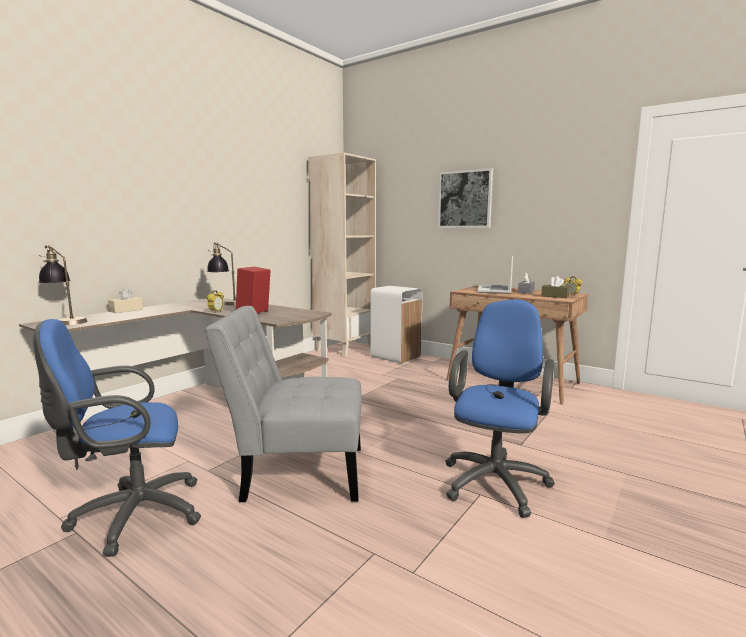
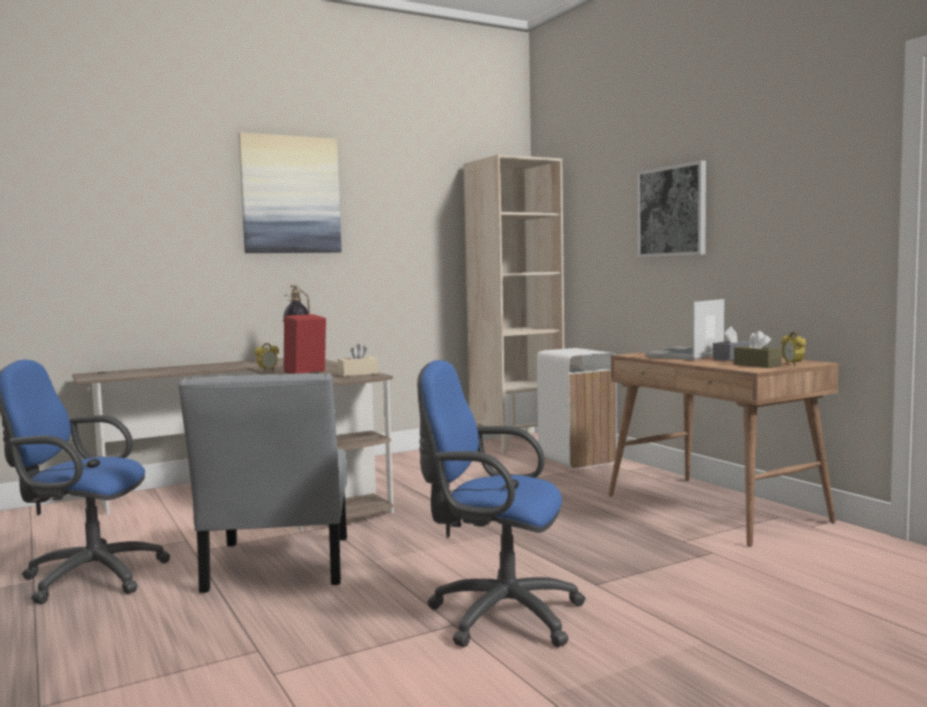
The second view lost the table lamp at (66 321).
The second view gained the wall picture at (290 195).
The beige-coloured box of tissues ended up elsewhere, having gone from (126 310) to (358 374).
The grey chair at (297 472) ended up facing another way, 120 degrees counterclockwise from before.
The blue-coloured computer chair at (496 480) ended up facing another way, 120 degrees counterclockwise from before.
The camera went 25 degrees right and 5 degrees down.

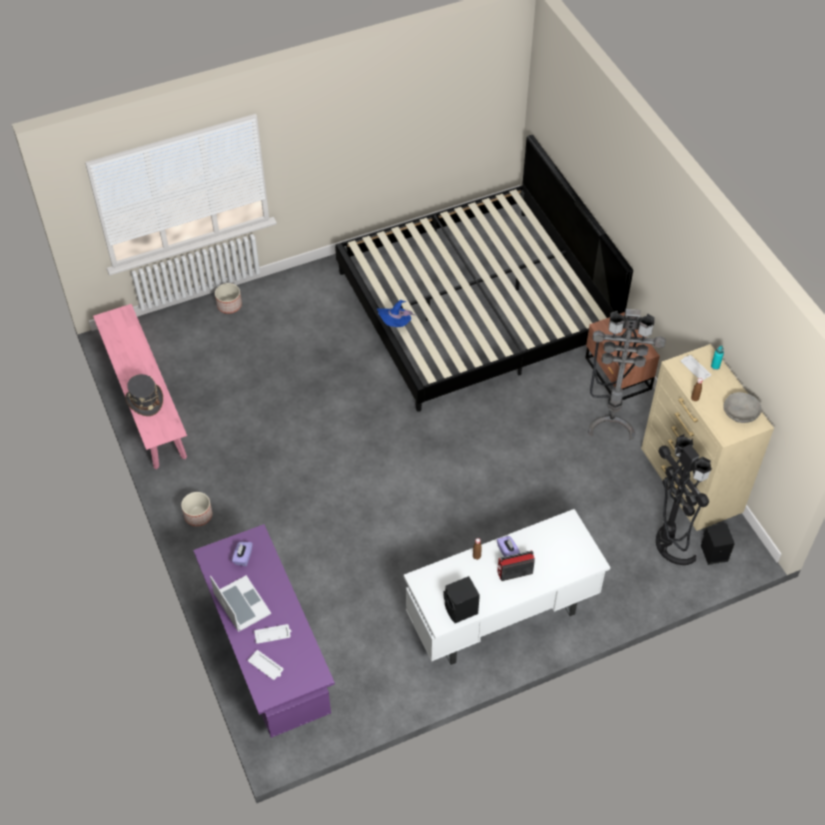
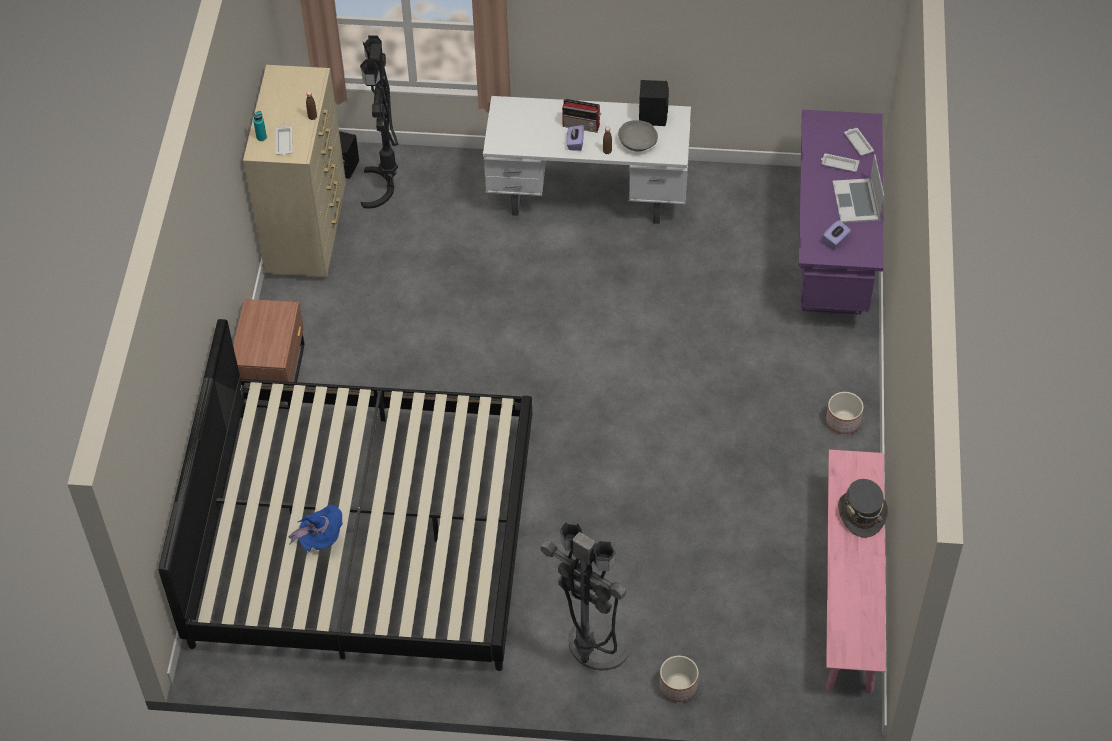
The blue-coloured hat ended up elsewhere, having gone from (395 324) to (321 538).
The grey floor lamp ended up elsewhere, having gone from (611 422) to (587 658).
The grey bowl ended up elsewhere, having gone from (740 413) to (637 143).
The camera went 150 degrees left and 0 degrees up.

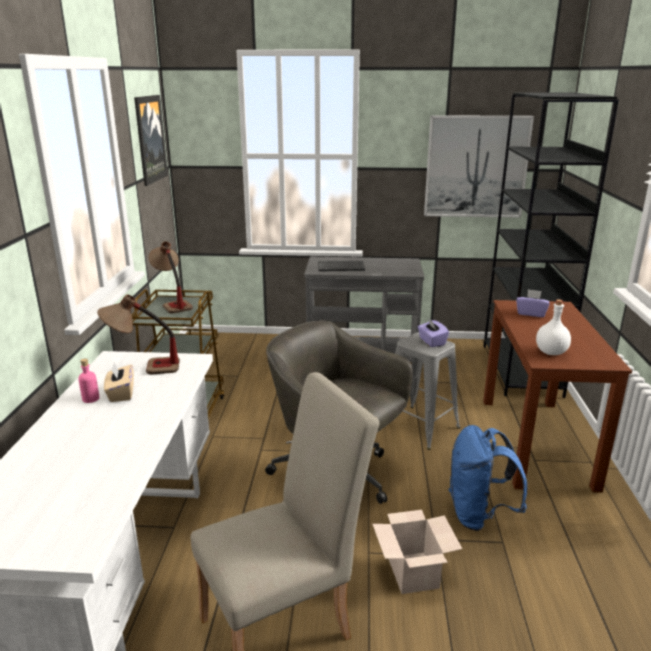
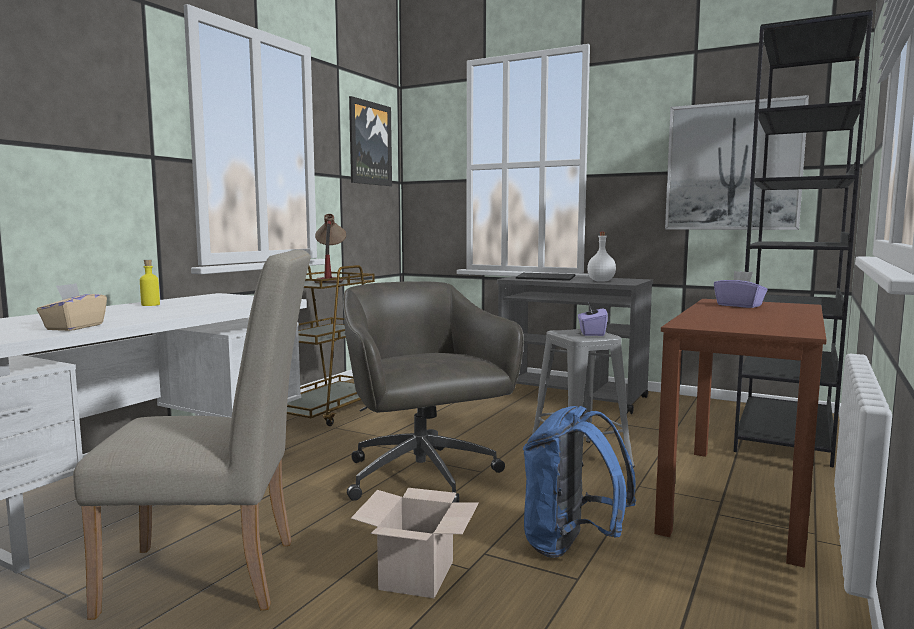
The second view lost the table lamp at (143 368).
The beige-coloured box of tissues ended up elsewhere, having gone from (121 393) to (74 327).
The white beverage bottle ended up elsewhere, having gone from (550 352) to (600 281).
What was the pink-coloured beverage bottle at (91 399) turned into the yellowish beverage bottle at (150 305).
The camera went 25 degrees right and 15 degrees down.

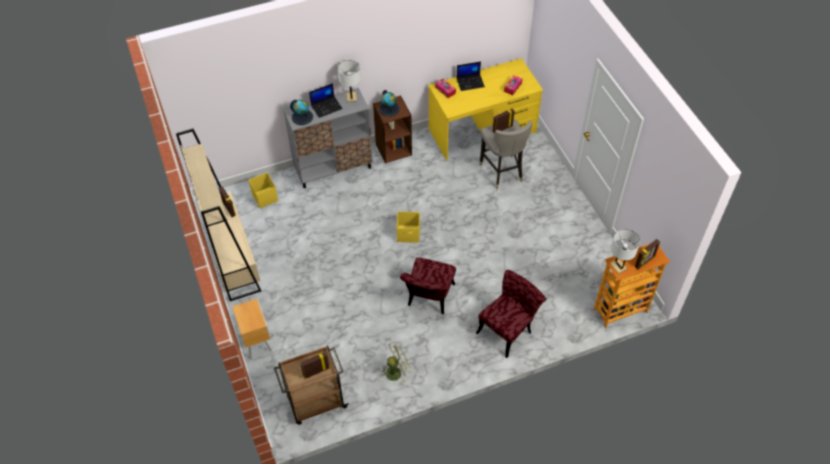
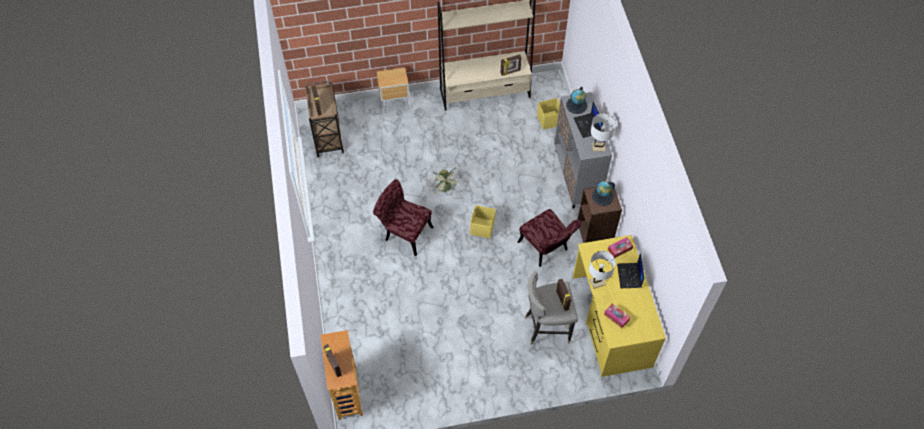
The greenish cooling fan ended up elsewhere, having gone from (396 371) to (446 189).
The reddish chair ended up elsewhere, having gone from (508 329) to (546 249).
The white table lamp ended up elsewhere, having gone from (618 266) to (597 282).
The camera went 100 degrees right and 5 degrees up.

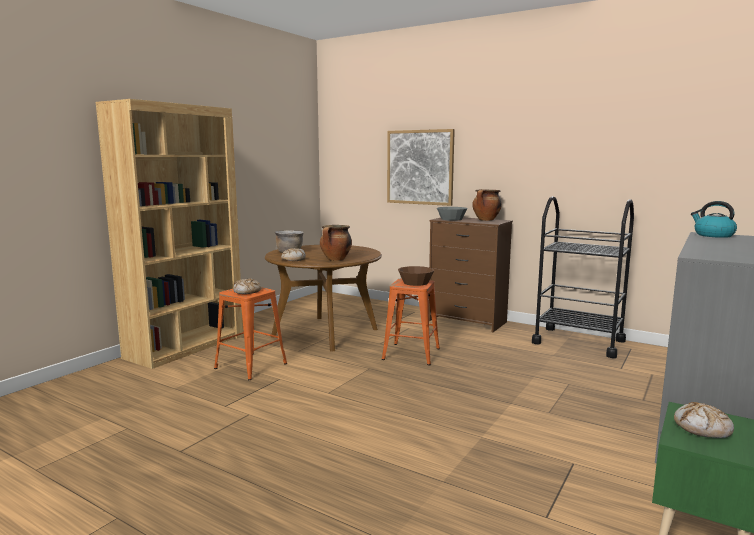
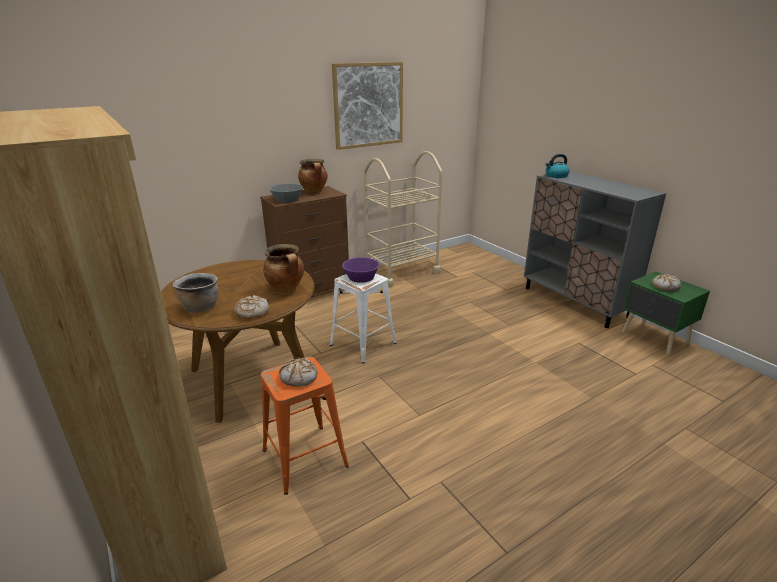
The wall picture ended up elsewhere, having gone from (420 167) to (368 105).
What was the orangey stool seat at (412 354) turned into the white stool seat at (363 343).
What was the brown bowl at (415 283) turned into the purple-coloured bowl at (361 277).
What was the black trolley at (578 342) turned into the beige-coloured trolley at (401 271).
The camera went 65 degrees left and 15 degrees up.

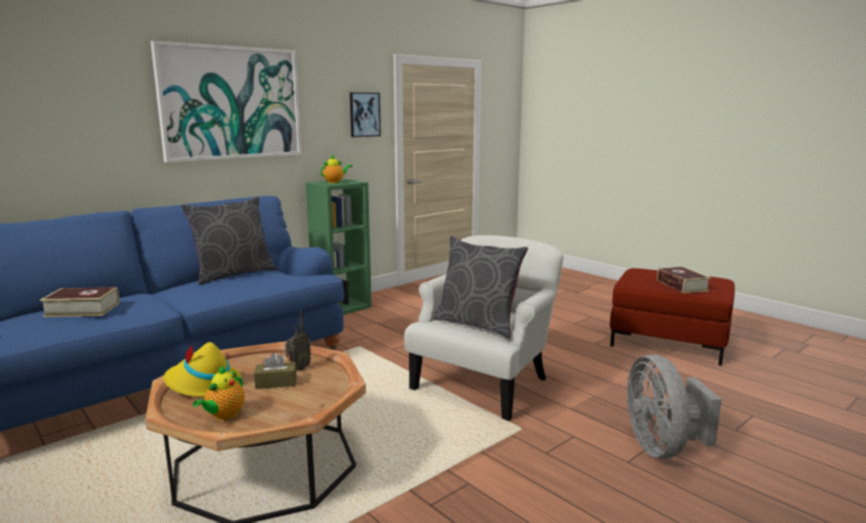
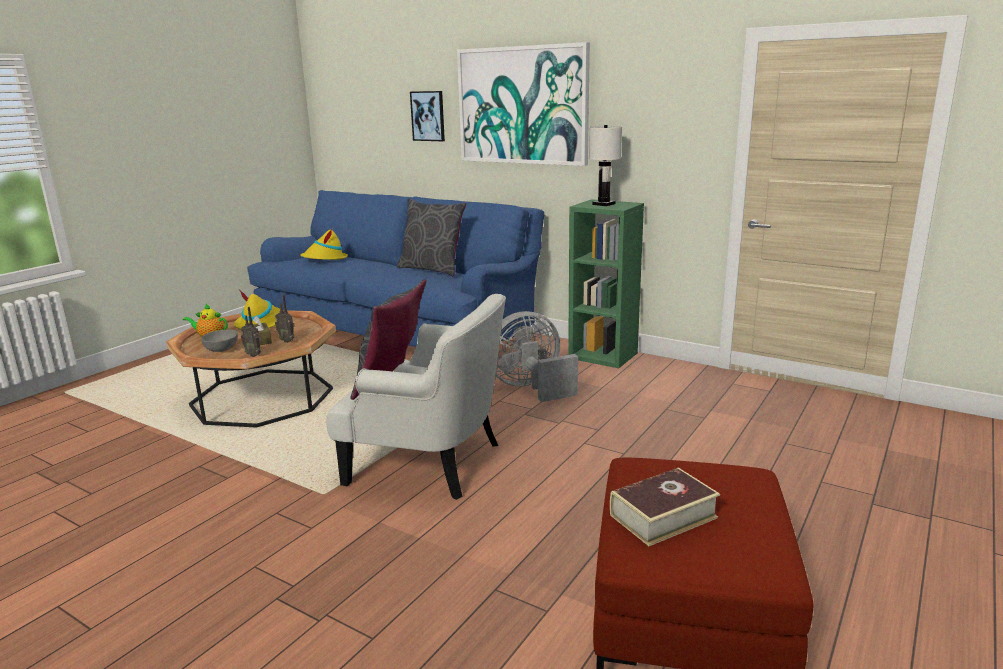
The second view gained the grey bowl at (222 350).
The second view gained the radio at (254 355).
The wall picture ended up elsewhere, having gone from (364 114) to (428 116).
The grey cooling fan ended up elsewhere, having gone from (662 447) to (531 388).
Where the book stood at (82 310), the yellowish hat came to stand at (325 259).
Where the pot for tea stood at (335 182), the white table lamp came to stand at (603 204).
The camera went 75 degrees right and 5 degrees up.

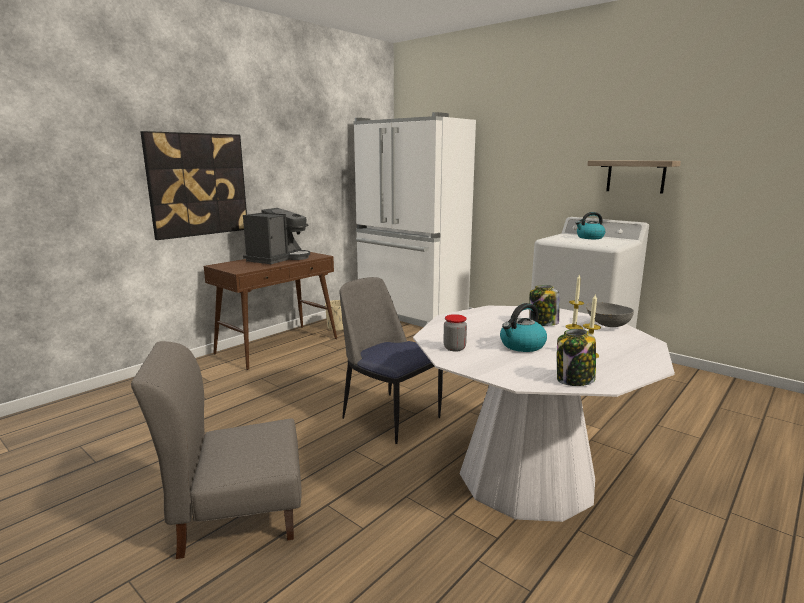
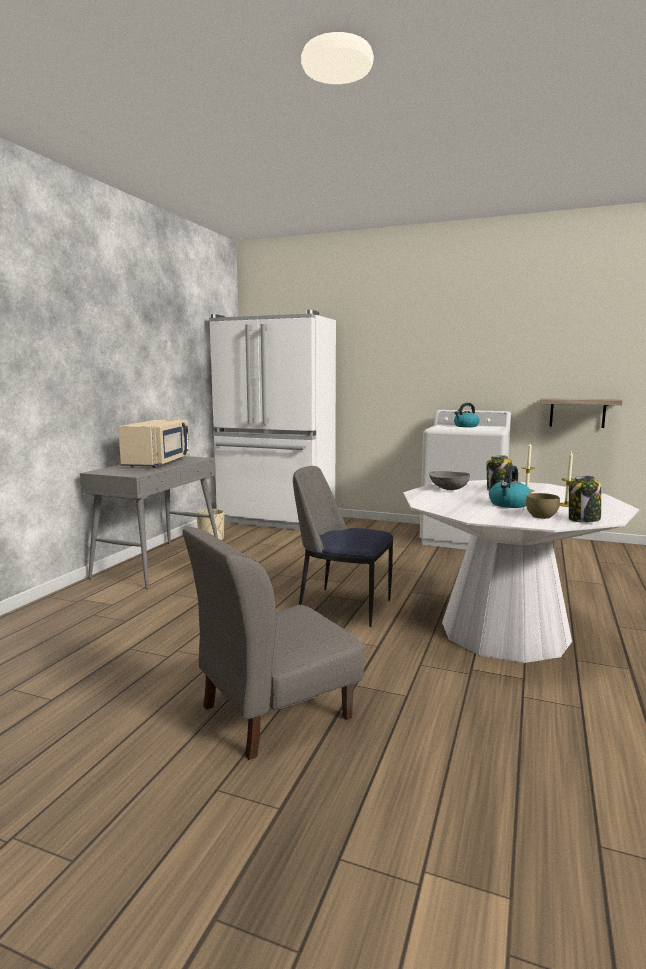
The second view lost the wall picture at (197 184).
The second view lost the storage jar at (454 348).
The second view gained the brown bowl at (541 517).
The grey bowl ended up elsewhere, having gone from (607 325) to (448 489).
The shelf ended up elsewhere, having gone from (635 176) to (577 413).
Where the coffee machine stood at (278 259), the beige-coloured kitchen microwave came to stand at (158 463).
What was the brown console table at (278 346) turned into the grey console table at (159 562).
The camera went 20 degrees left and 5 degrees down.

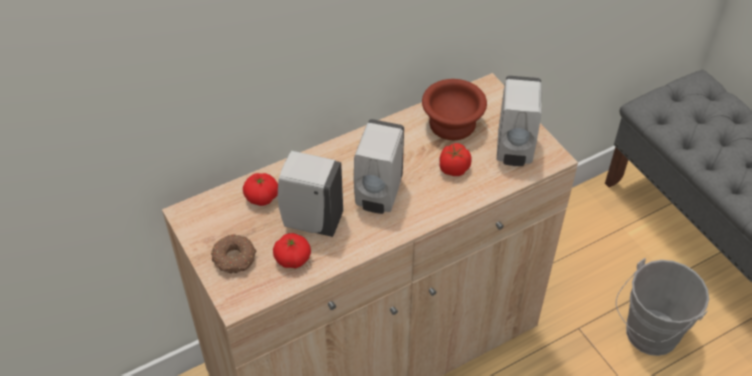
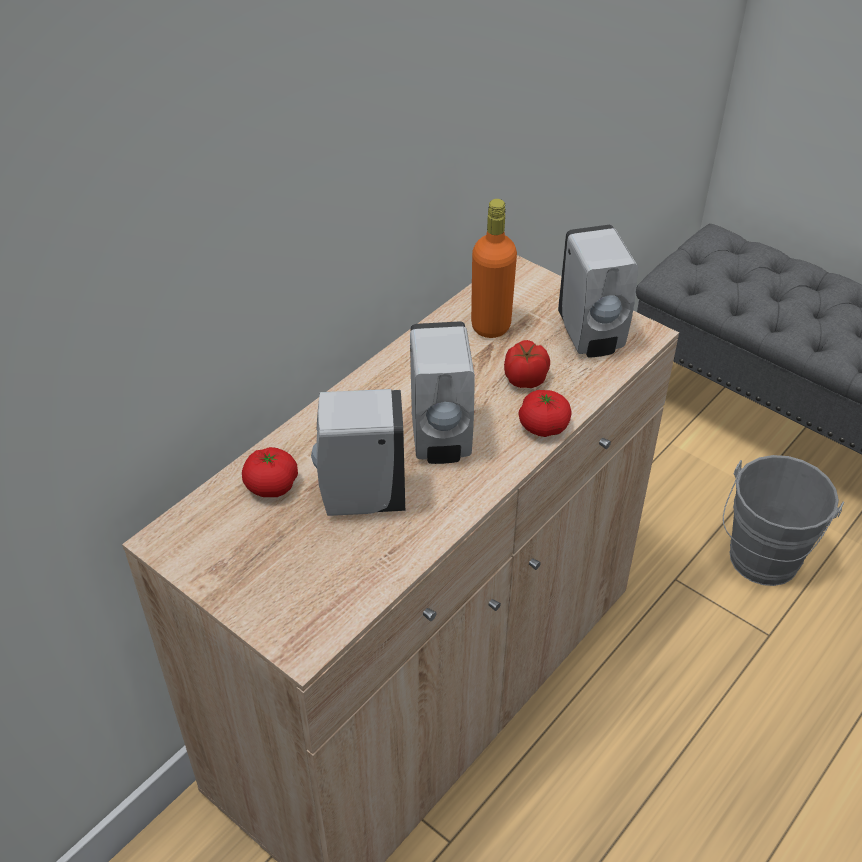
The second view lost the doughnut at (234 259).
The whole tomato ended up elsewhere, having gone from (292 258) to (543 426).
Where the brown bowl stood at (450 124), the orangey beverage bottle came to stand at (491 326).
The camera went 20 degrees left and 5 degrees down.

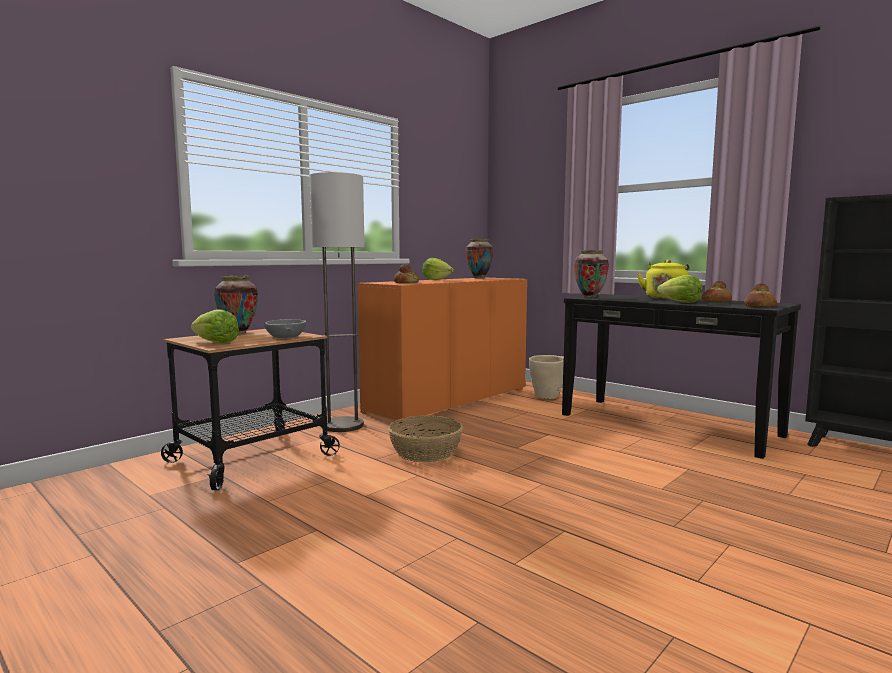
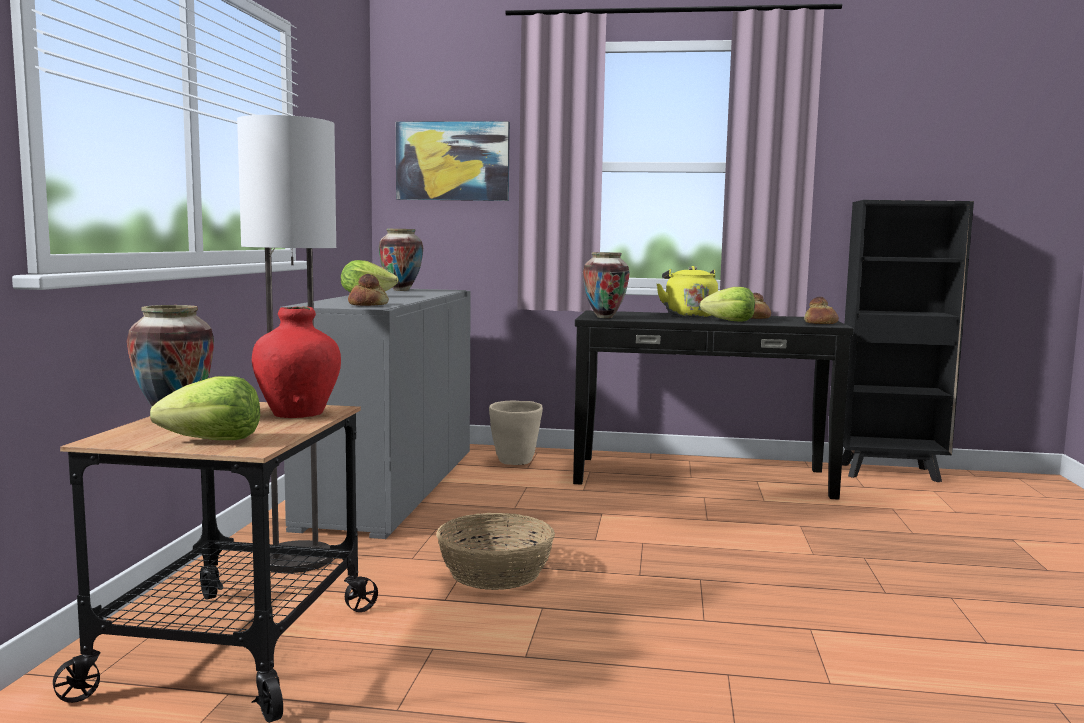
The second view gained the wall picture at (452 161).
Where the grey bowl stood at (286 336), the reddish decorative vase came to stand at (298 414).
What was the orangey cupboard at (449 400) turned into the grey cupboard at (391 487).
The camera went 35 degrees left and 0 degrees up.

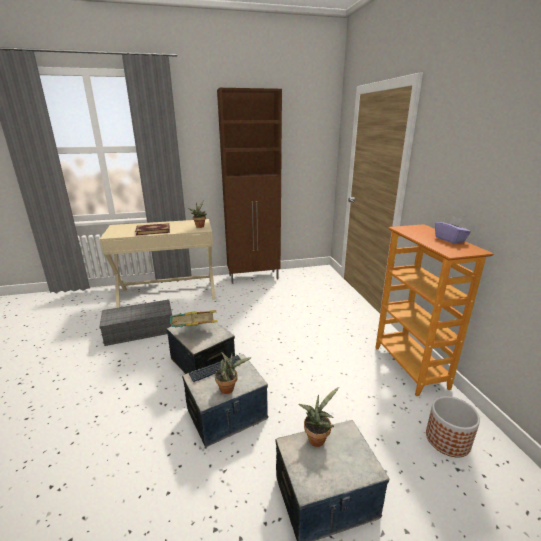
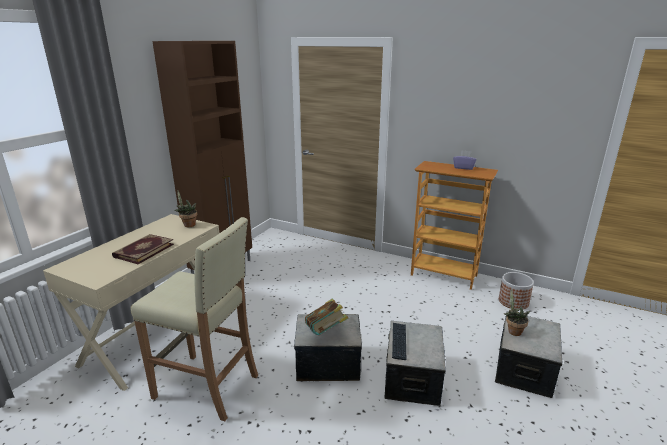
The second view lost the plant in a pot at (229 388).
Where the grey storage box stood at (139 331), the beige-coloured stool seat came to stand at (207 387).
The camera went 50 degrees left and 0 degrees up.

